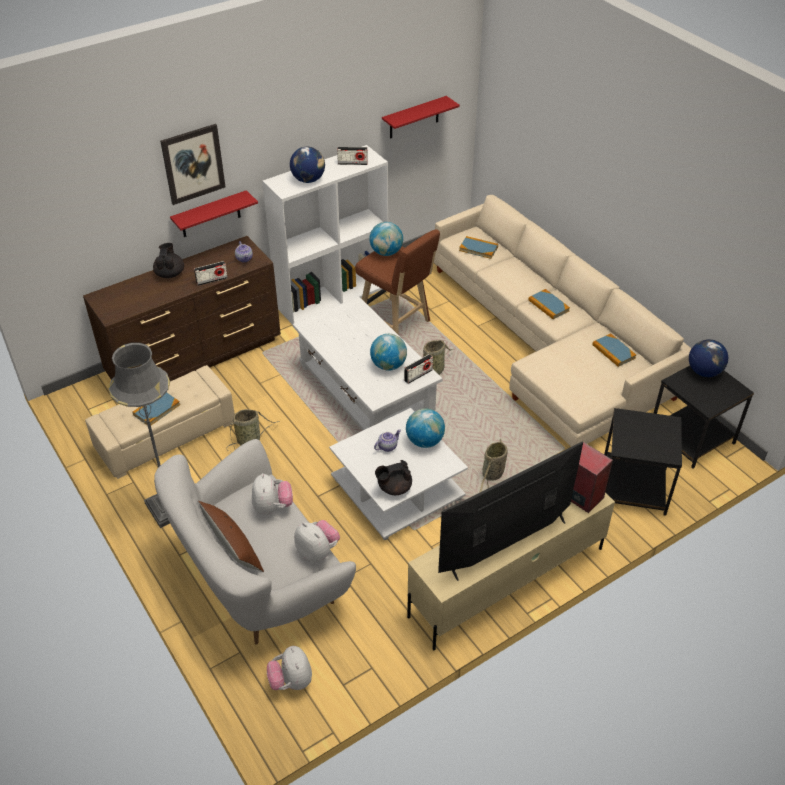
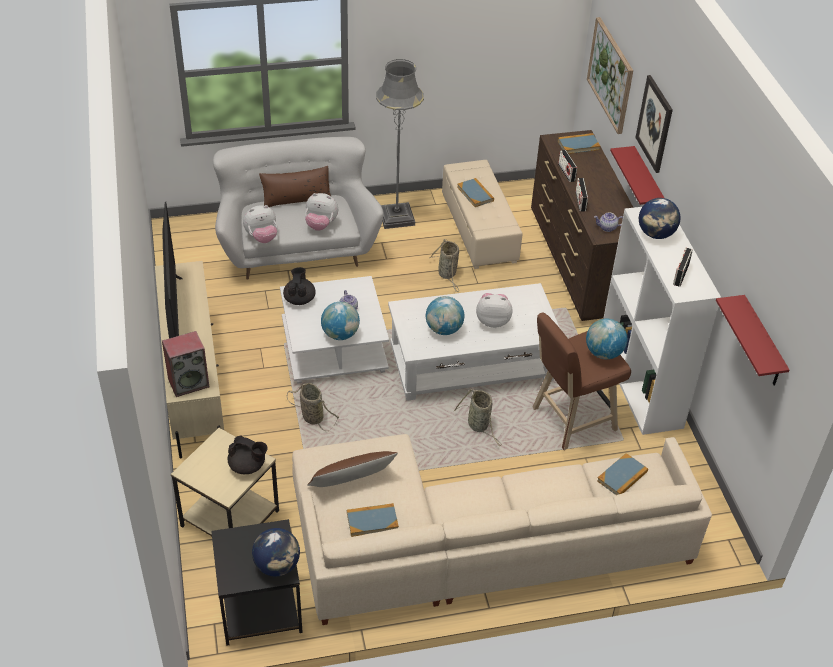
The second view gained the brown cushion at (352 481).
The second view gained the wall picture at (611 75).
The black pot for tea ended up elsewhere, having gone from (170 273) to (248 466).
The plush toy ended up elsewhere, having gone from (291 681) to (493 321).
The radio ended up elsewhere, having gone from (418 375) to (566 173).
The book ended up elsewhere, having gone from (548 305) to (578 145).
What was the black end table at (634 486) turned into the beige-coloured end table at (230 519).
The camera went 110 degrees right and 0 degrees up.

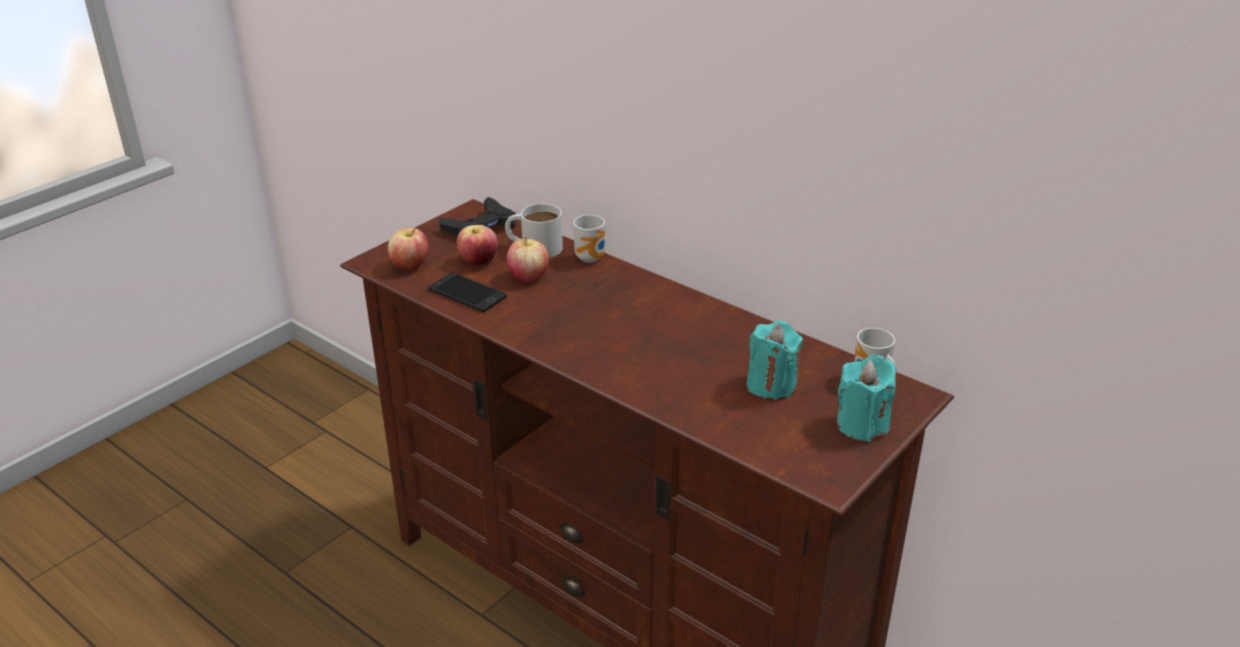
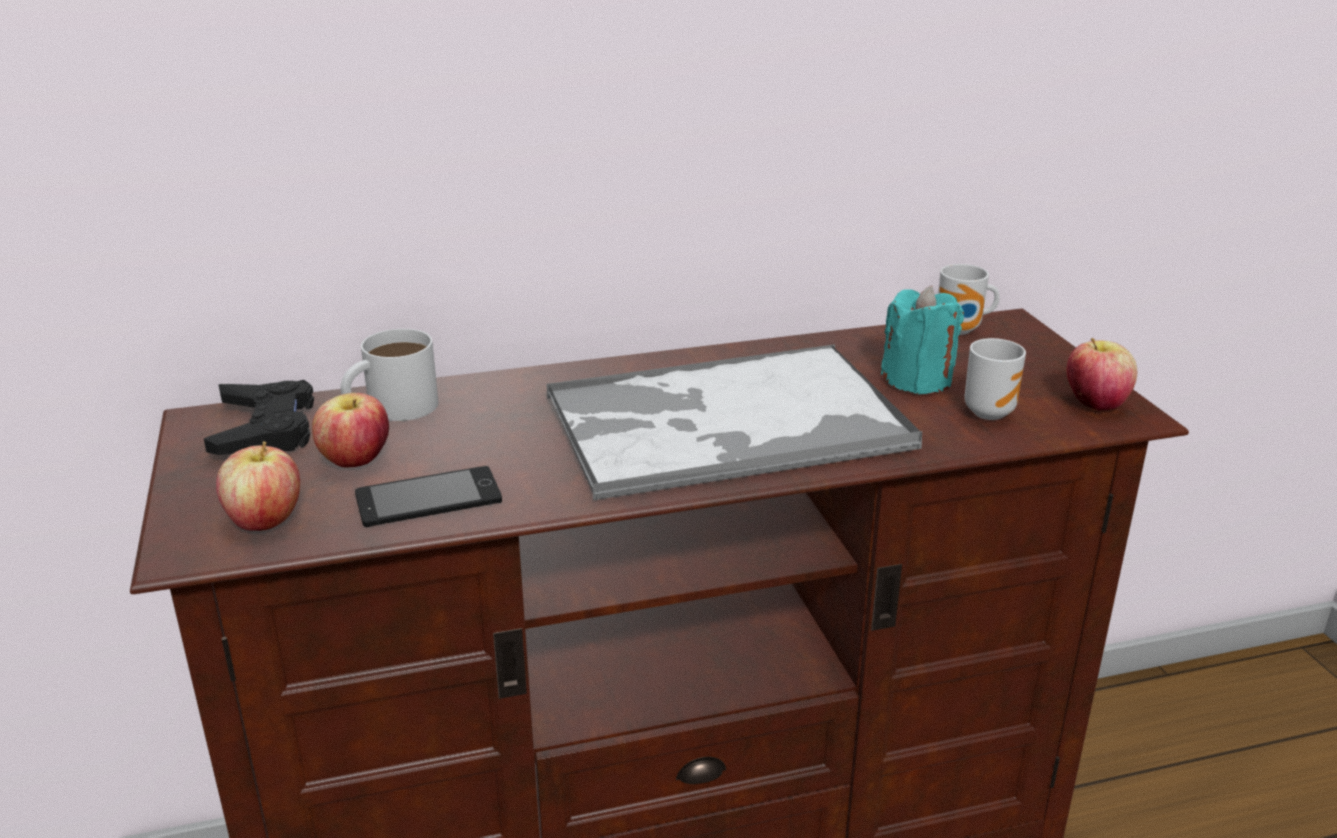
The second view lost the turquoise candle at (862 425).
The second view gained the serving tray at (723 424).
The apple fruit ended up elsewhere, having gone from (528 277) to (1095 404).
The tea mug ended up elsewhere, having gone from (592 258) to (989 411).
The camera went 55 degrees left and 5 degrees down.

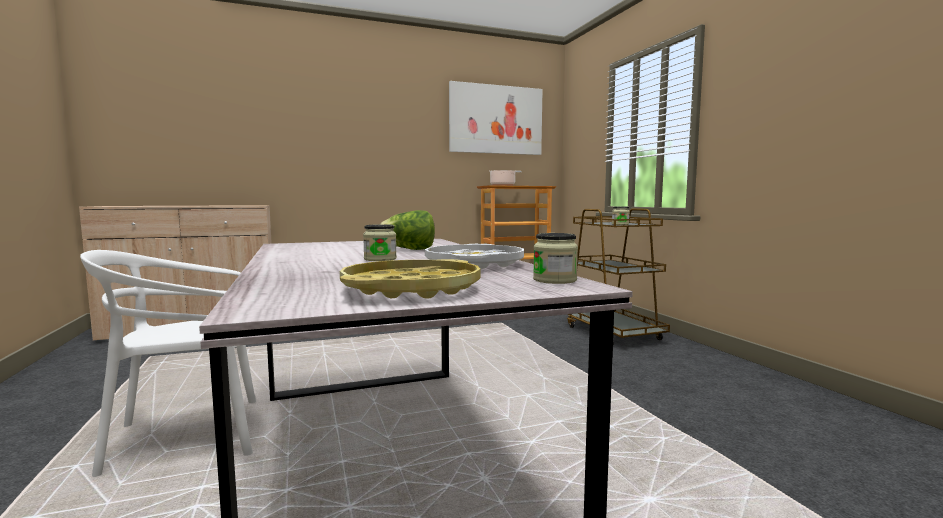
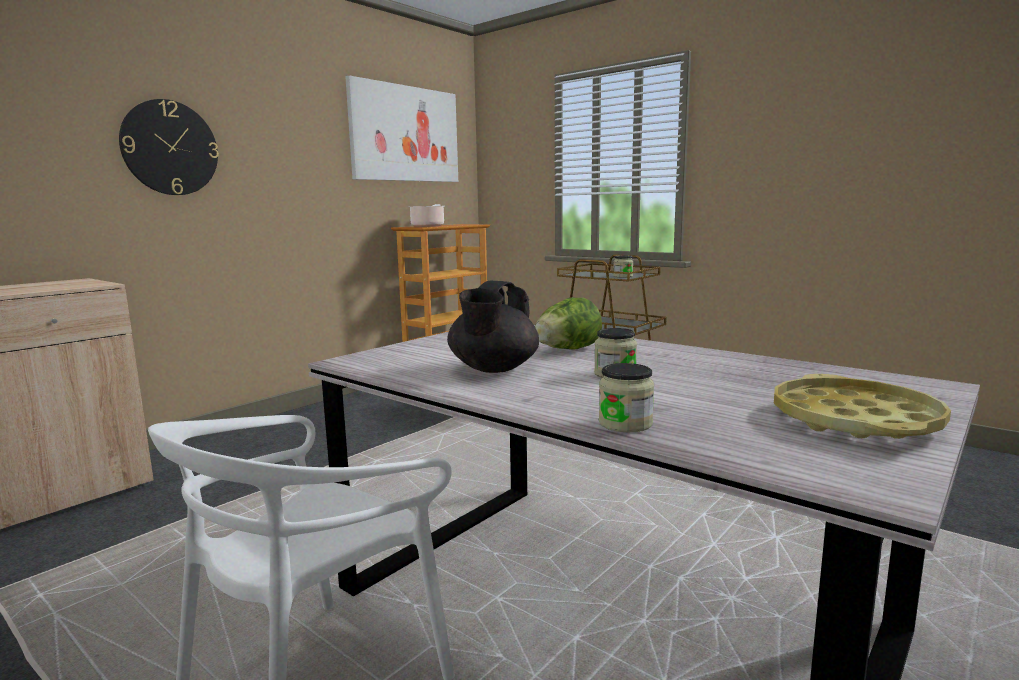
The second view lost the white serving tray at (474 264).
The second view gained the wall clock at (170 148).
The second view gained the black pot for tea at (493 369).
The storage jar ended up elsewhere, having gone from (554 280) to (625 423).
The camera went 30 degrees left and 5 degrees up.

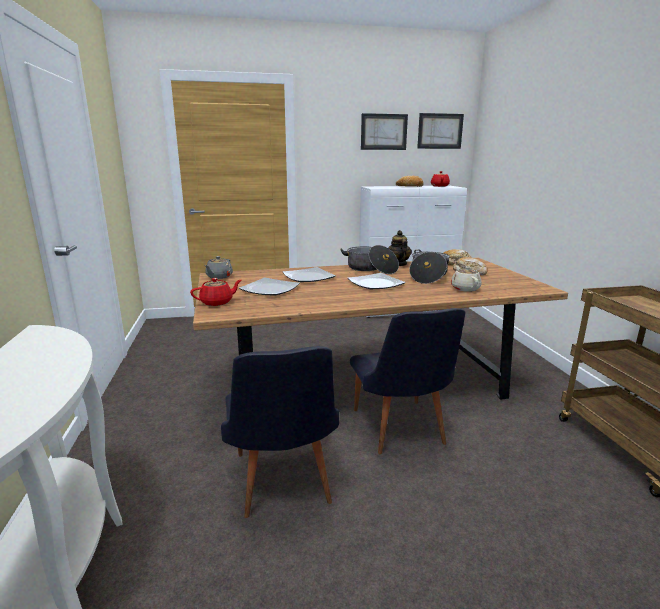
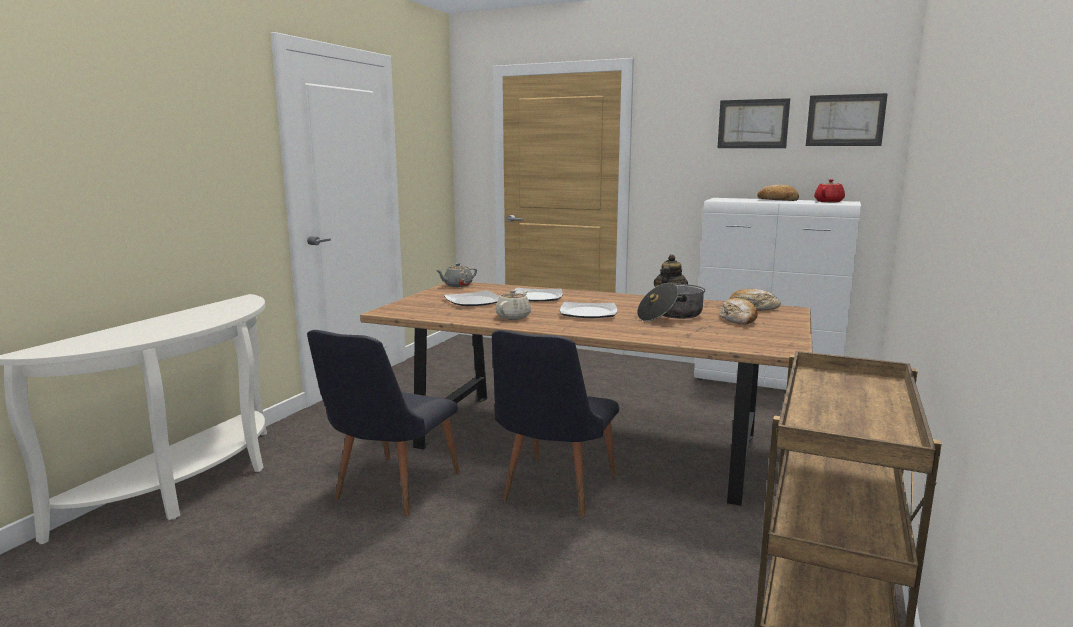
The second view lost the reddish pot for tea at (217 302).
The second view lost the cooking pot at (370 269).
The beige-coloured pot for tea ended up elsewhere, having gone from (465 288) to (514 317).
The camera went 35 degrees right and 5 degrees down.

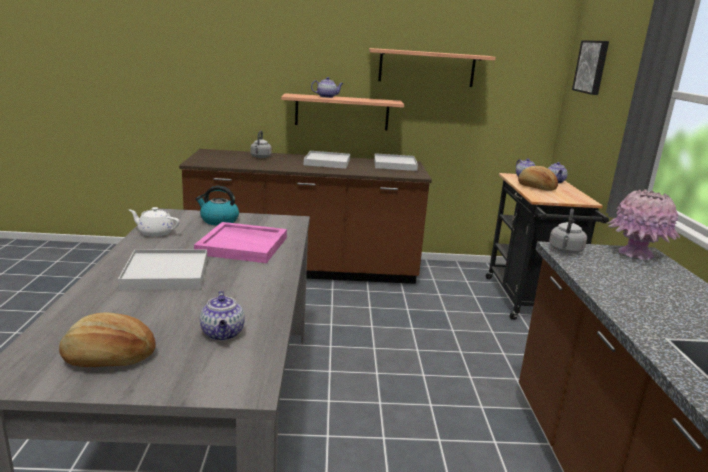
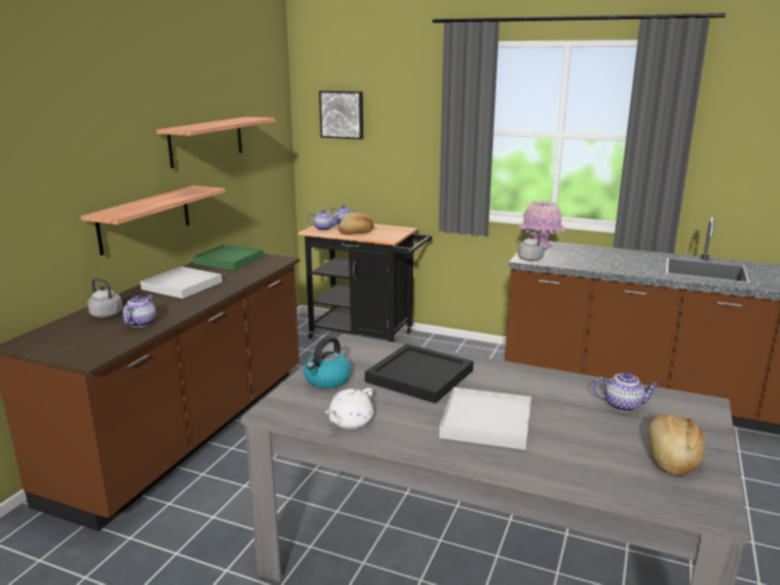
The pot for tea ended up elsewhere, having gone from (327 97) to (141 323).
What was the pink-coloured serving tray at (243 245) turned into the black serving tray at (419 375).
What was the white serving tray at (395 165) turned into the greenish serving tray at (229 260).
The camera went 65 degrees left and 0 degrees up.

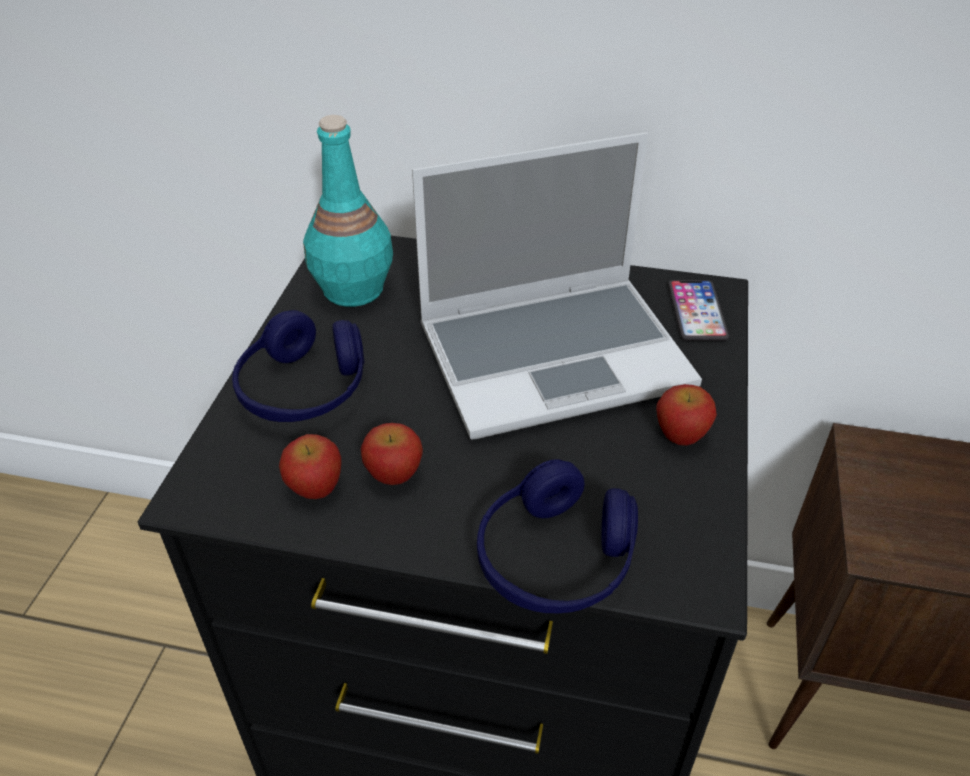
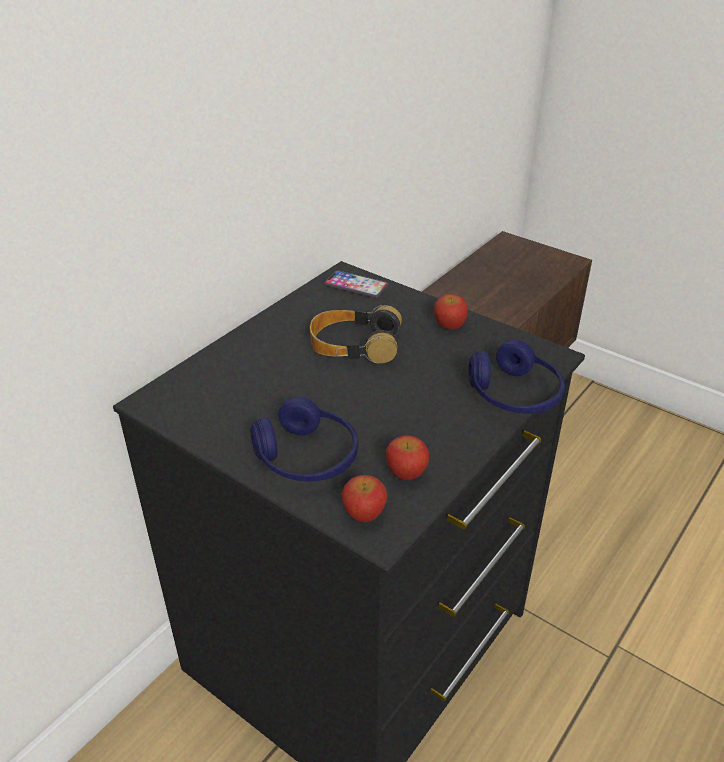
The second view lost the turquoise beverage bottle at (354 290).
The apple fruit ended up elsewhere, having gone from (394 474) to (364 514).
Where the notebook computer stood at (556 355), the headphones came to stand at (354 344).
The camera went 65 degrees left and 5 degrees down.

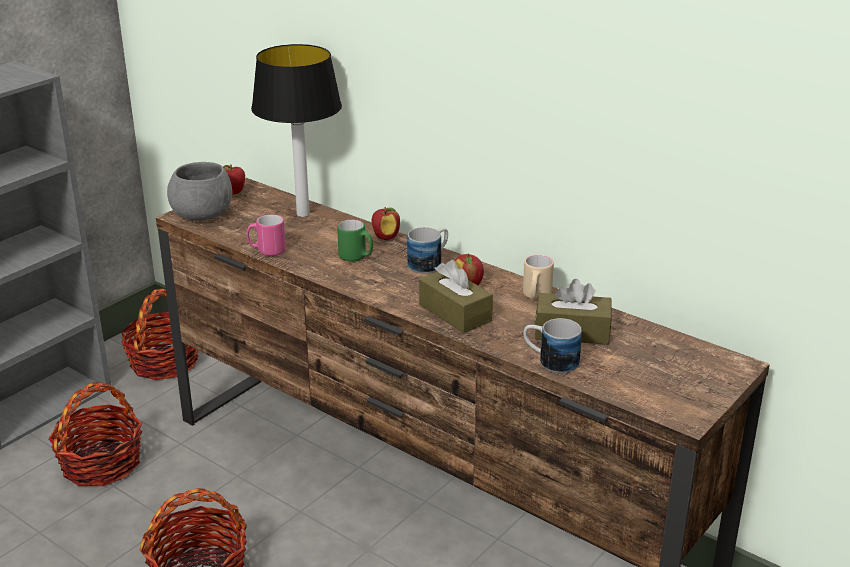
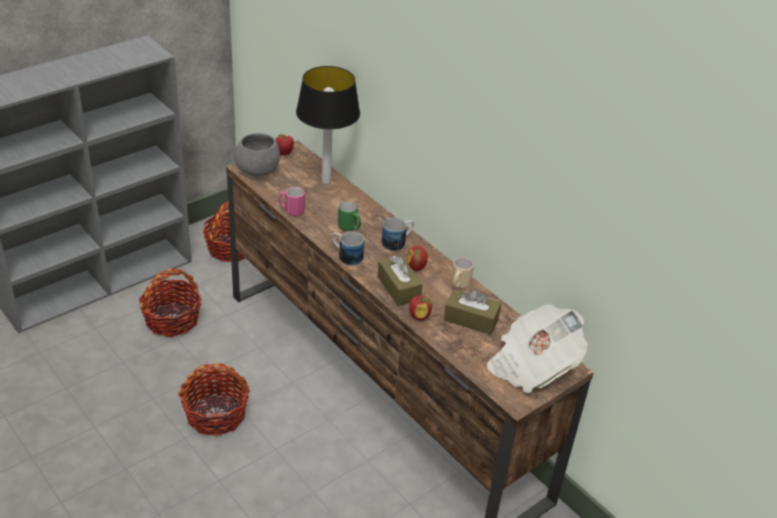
The second view gained the daily paper at (532 365).
The apple fruit ended up elsewhere, having gone from (386 237) to (419 316).
The tea mug ended up elsewhere, having gone from (550 361) to (346 256).
The camera went 10 degrees right and 10 degrees up.

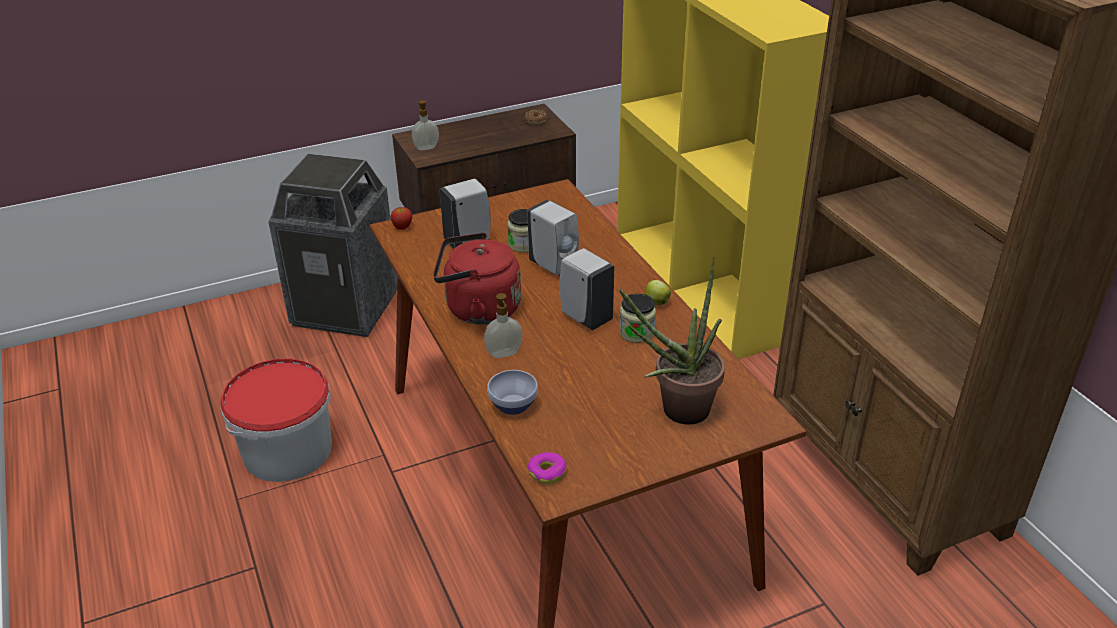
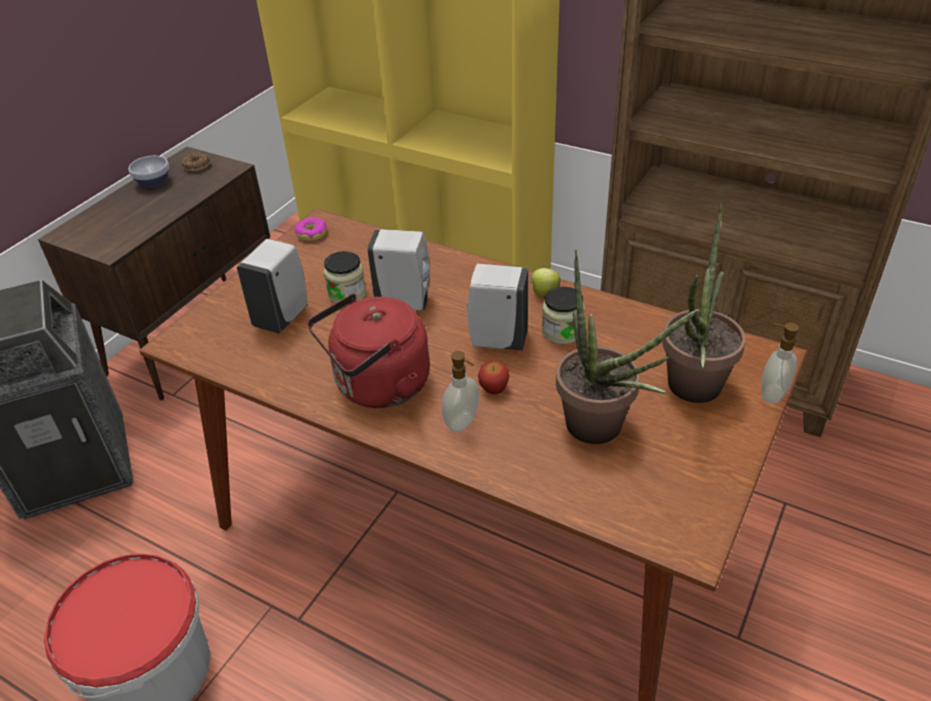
The second view gained the plant in a pot at (602 432).
The apple fruit ended up elsewhere, having gone from (402 227) to (493 388).
The liquid soap bottle ended up elsewhere, having gone from (426 147) to (771 394).
The bowl ended up elsewhere, having gone from (514 404) to (153 182).
The doughnut ended up elsewhere, having gone from (547 472) to (312 233).
The camera went 35 degrees left and 5 degrees up.

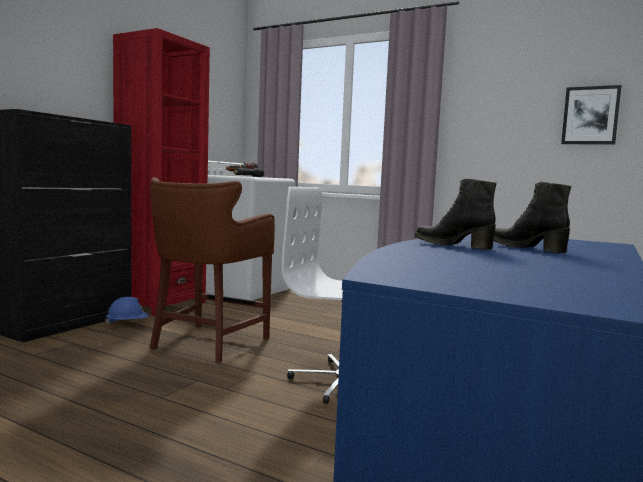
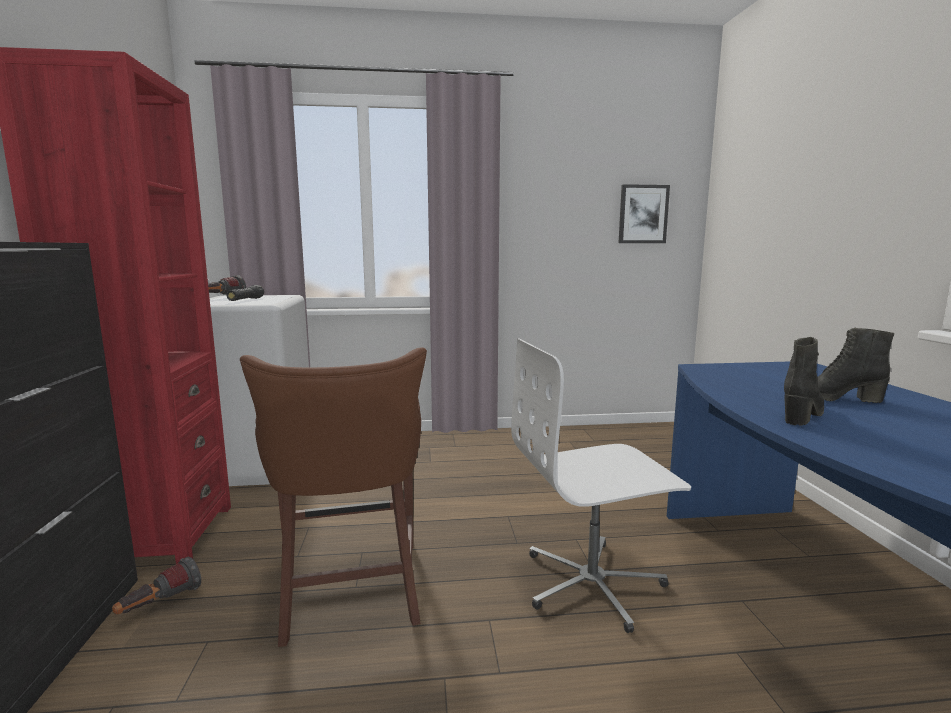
Where the blue-coloured safety helmet stood at (127 323), the hand torch came to stand at (159 605).
The black boot at (453 245) ended up facing another way, 135 degrees clockwise from before.
The camera went 35 degrees left and 5 degrees up.

